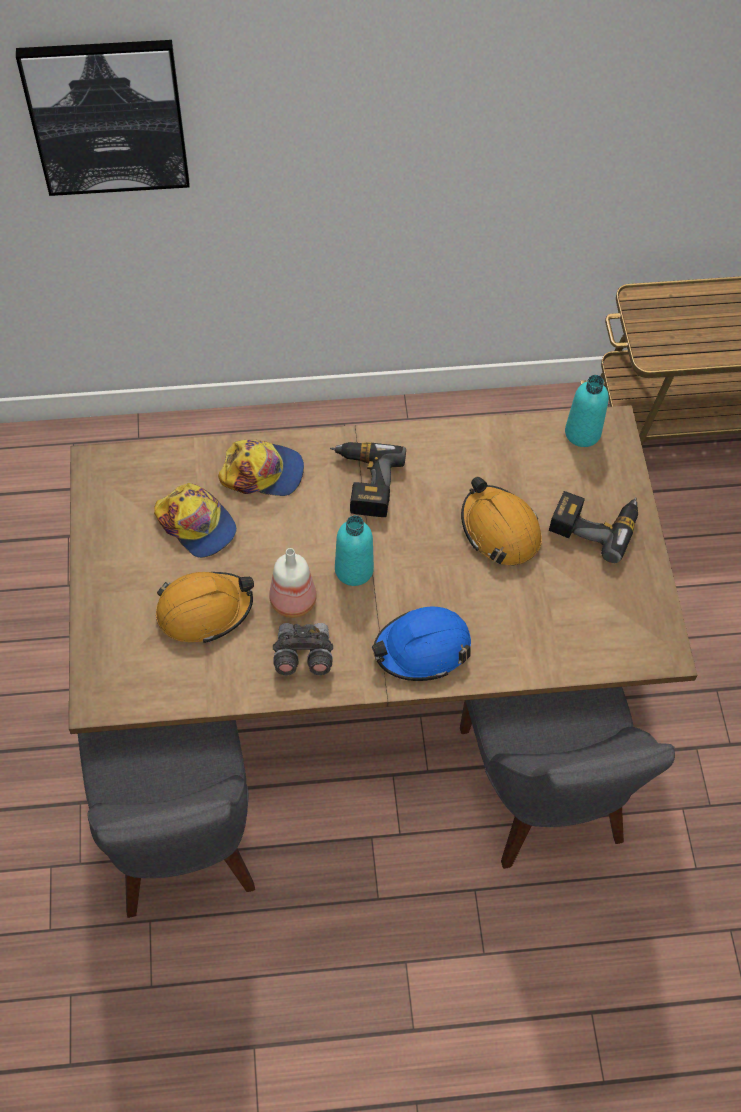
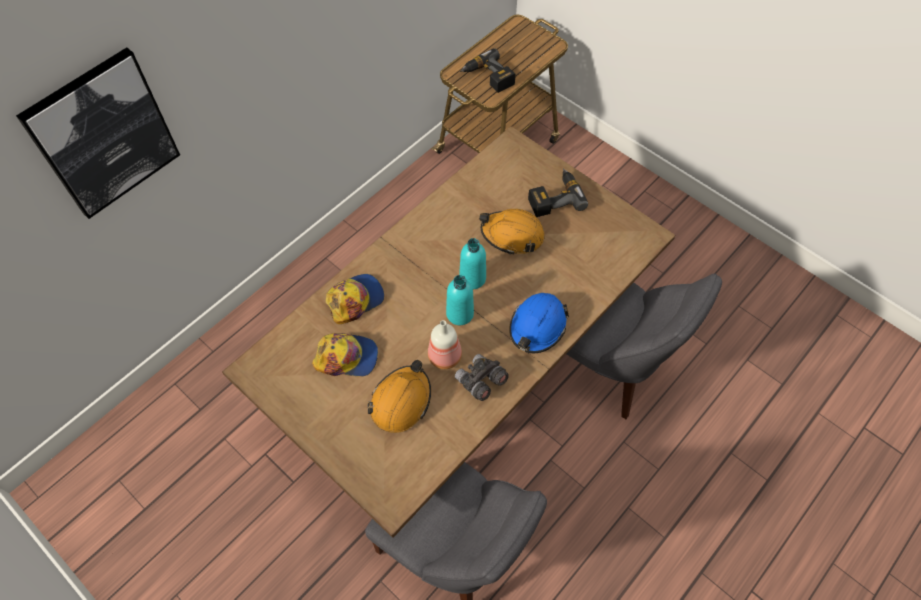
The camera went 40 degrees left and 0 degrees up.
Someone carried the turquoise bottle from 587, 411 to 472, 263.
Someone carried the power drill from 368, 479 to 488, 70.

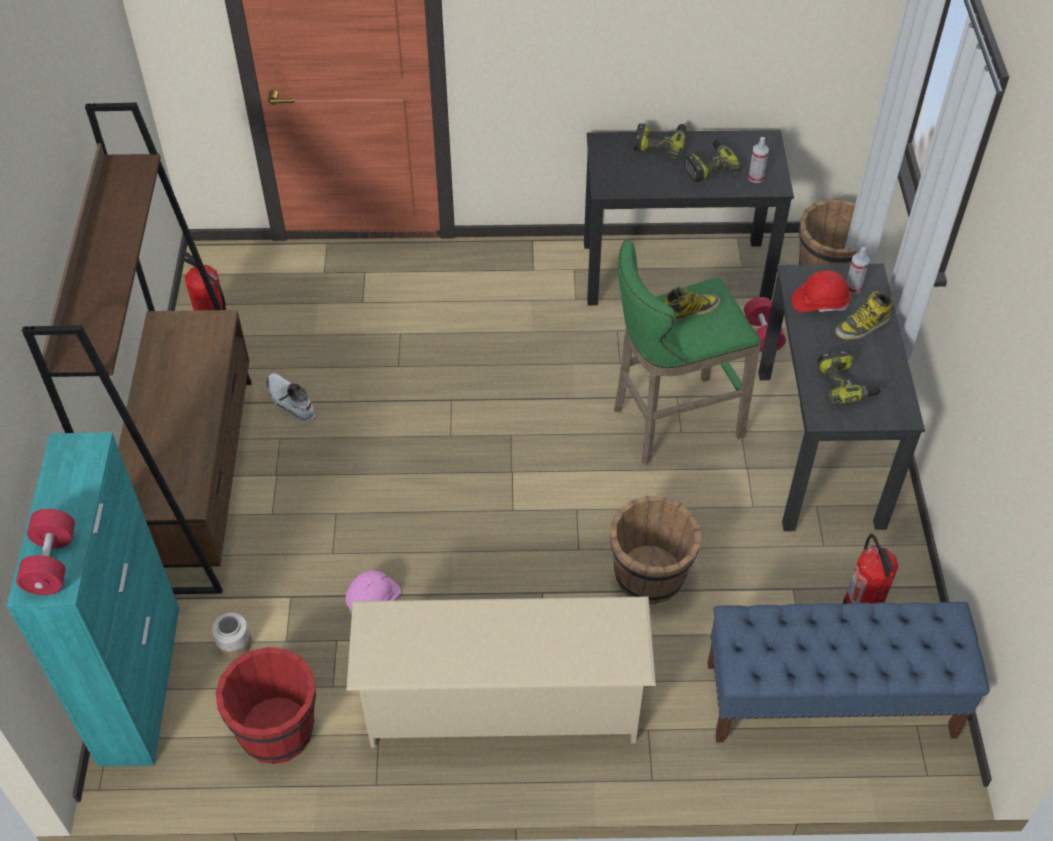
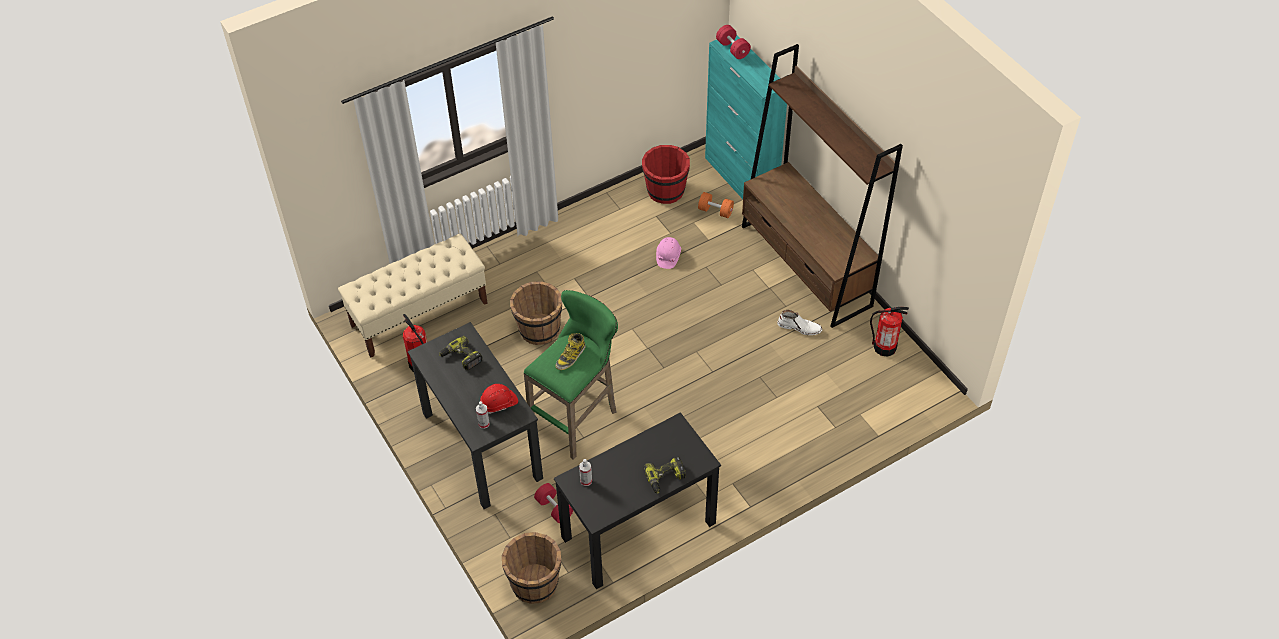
The camera went 150 degrees right and 0 degrees up.
Someone took away the power drill at 713, 160.
Someone took away the boot at 864, 315.
Someone took away the beige shoe rack at 501, 672.
Someone repainted the blue bench at 848, 672, which became the beige bench at 413, 295.
Someone swapped the jar at 232, 636 for the orange dumbbell at 716, 205.

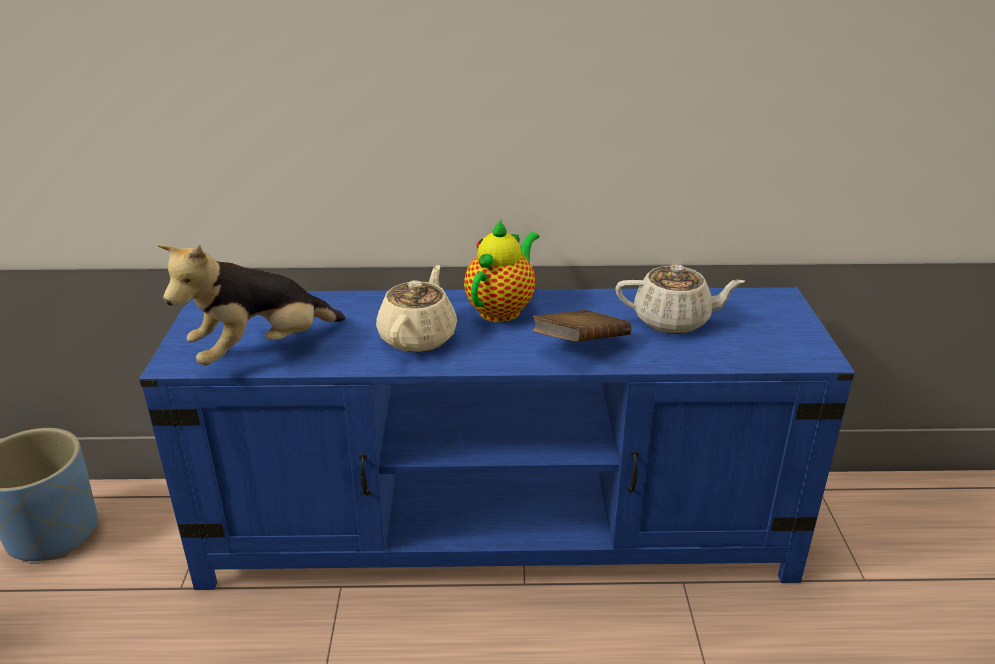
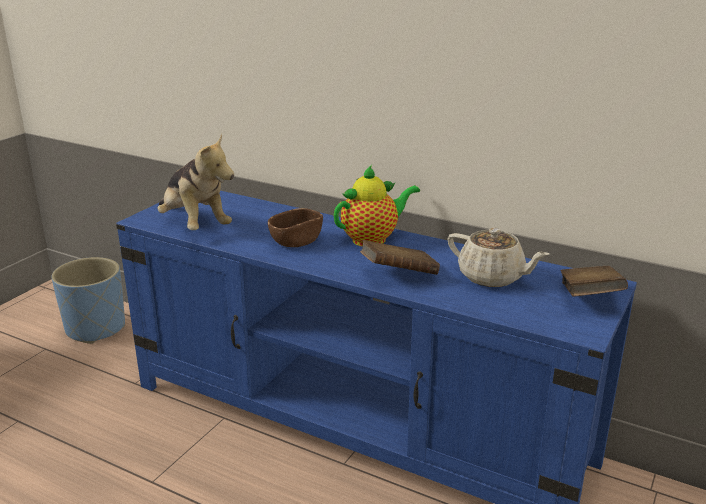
The camera went 30 degrees right and 5 degrees down.
Someone rotated the plush toy at 251, 304 by 120 degrees counterclockwise.
Someone swapped the beige teapot at 416, 308 for the brown bowl at 295, 227.
Someone put down the brown book at 594, 281.

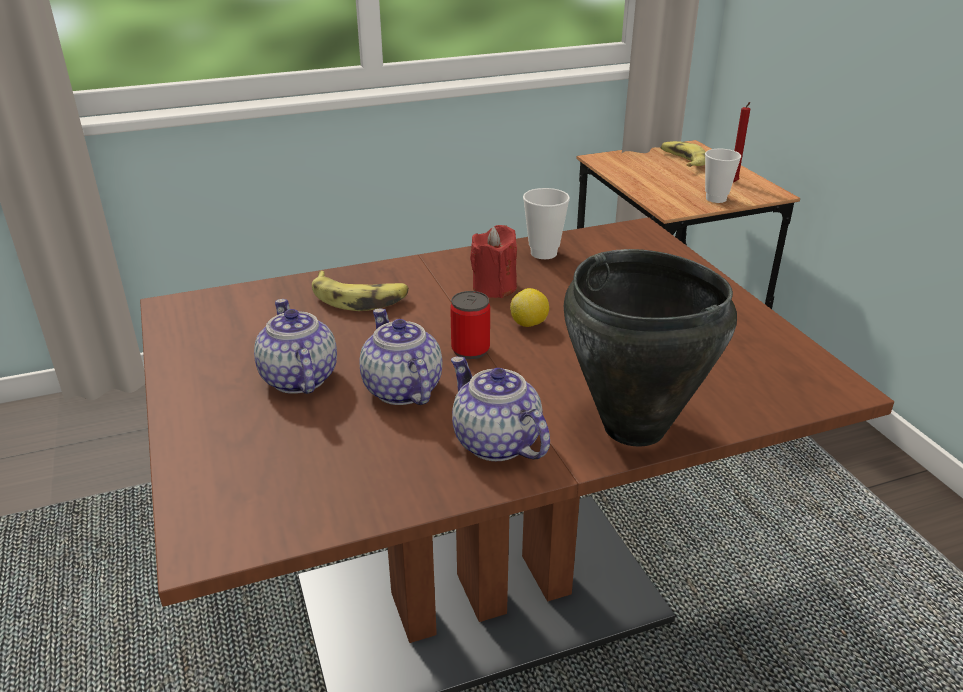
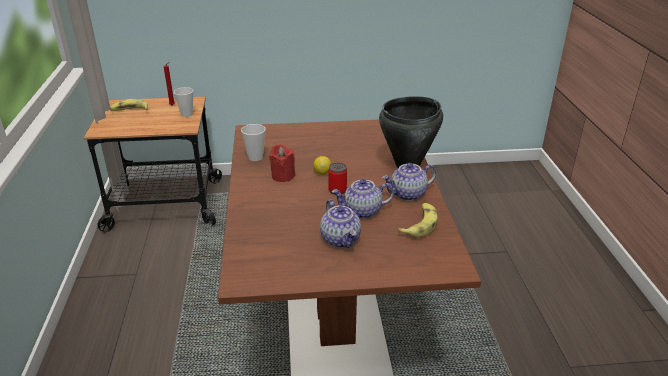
The camera went 75 degrees left and 0 degrees up.
Someone carried the banana from 360, 291 to 417, 220.
Someone rotated the teapot at 295, 346 by 105 degrees counterclockwise.

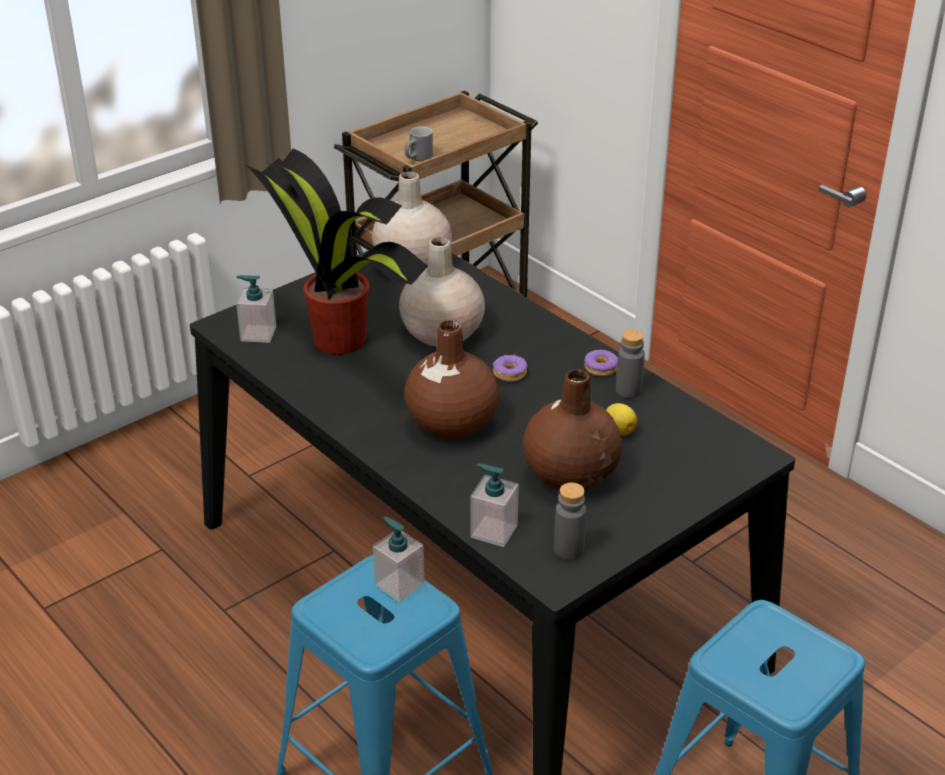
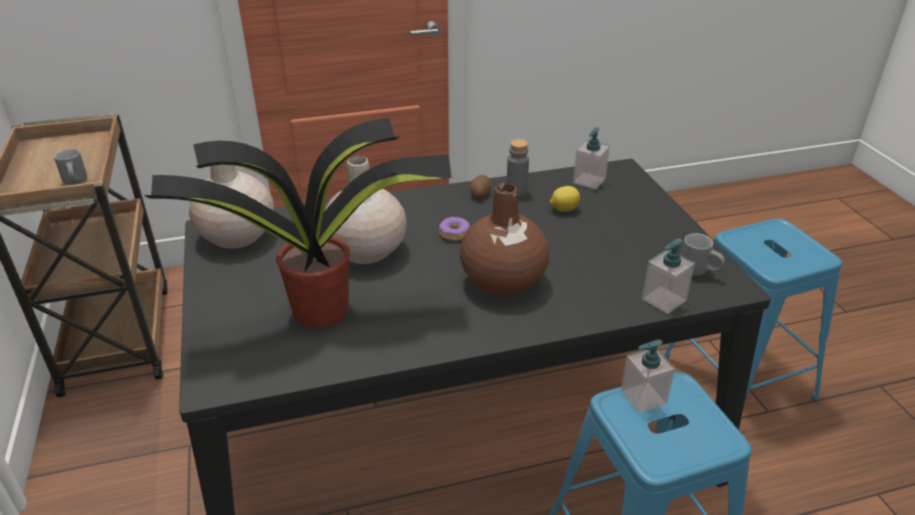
The camera went 65 degrees left and 0 degrees up.
Someone carried the soap dispenser from 256, 309 to 591, 158.
Someone swapped the donut at 601, 363 for the potato at 480, 186.
Someone took away the brown vase at 573, 429.
Someone swapped the grey bottle at 570, 521 for the grey mug at 703, 254.

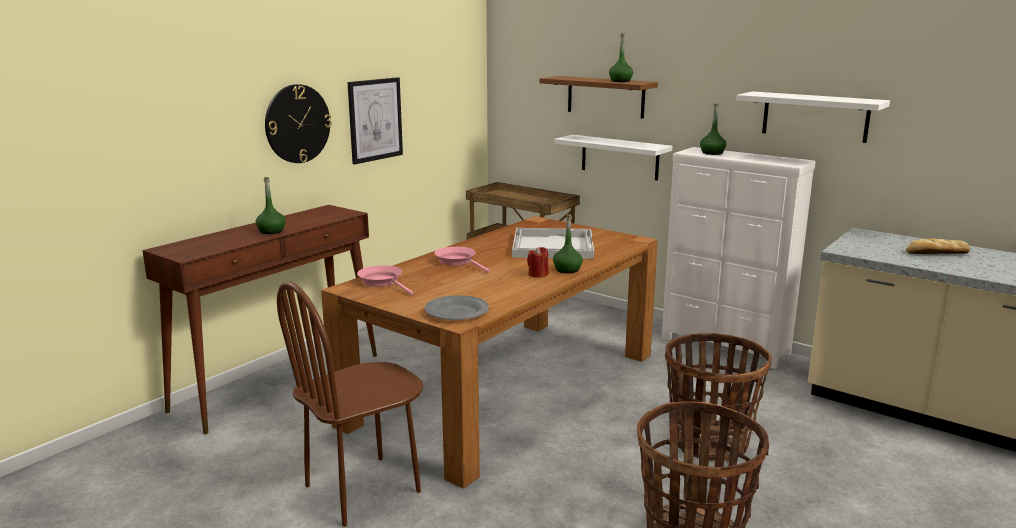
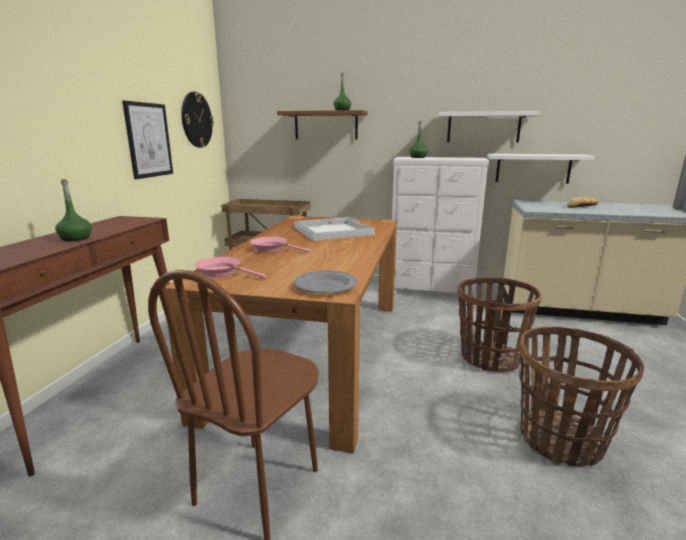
The camera went 25 degrees left and 0 degrees up.
Someone carried the wall clock from 298, 123 to 197, 120.
Someone carried the white shelf from 613, 157 to 540, 169.
Someone took away the green bottle at 568, 243.
Someone took away the red candle at 537, 262.

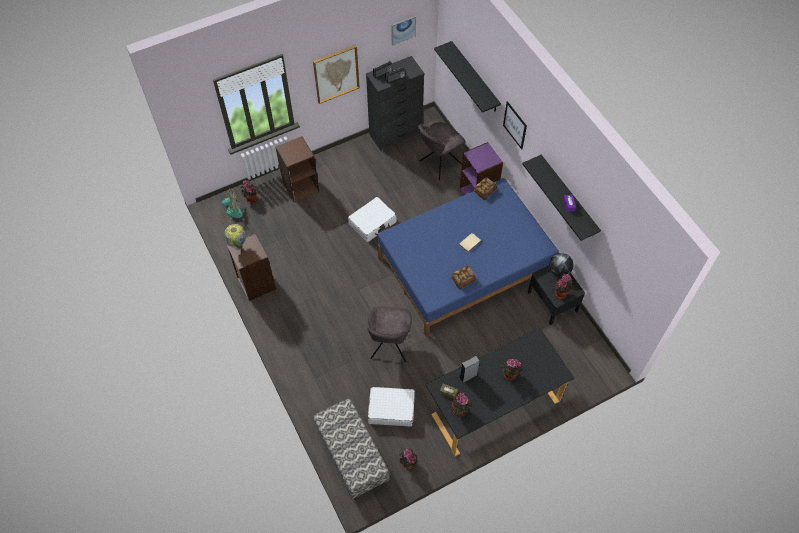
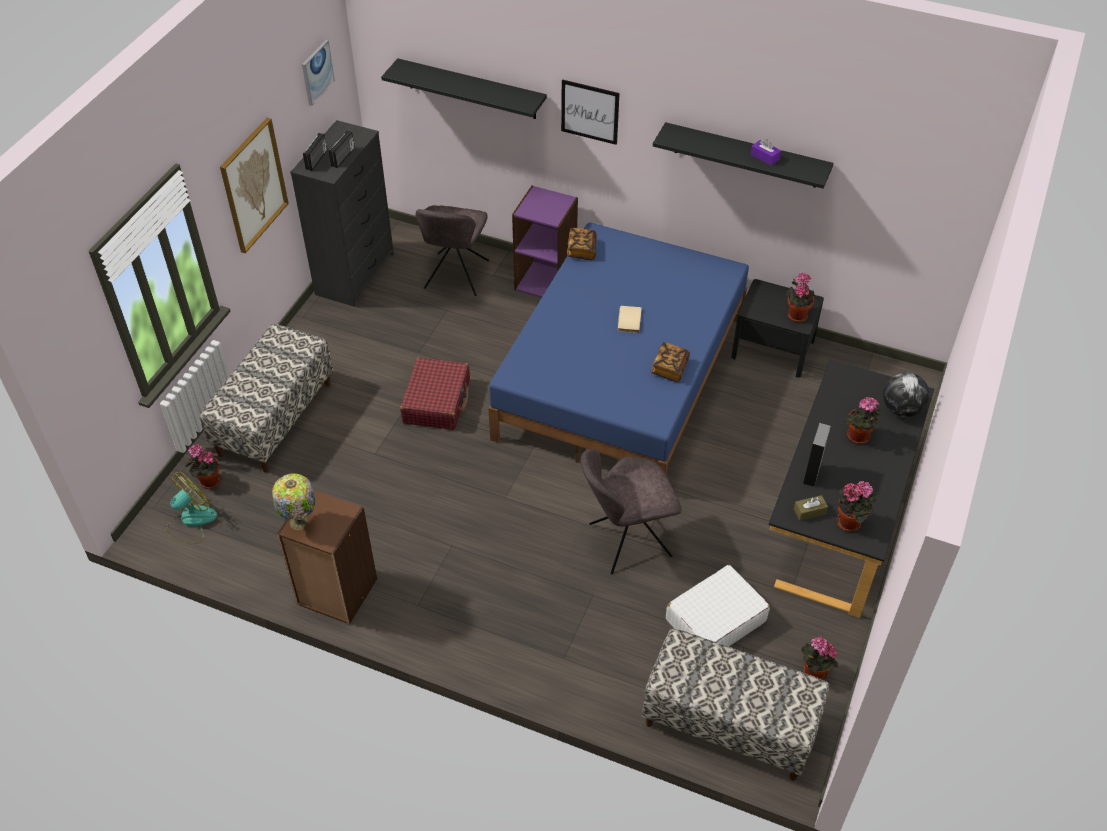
The camera went 40 degrees left and 10 degrees down.
Someone swapped the brown bookcase at 297, 169 for the bench at 266, 398.
Someone repainted the white suitcase at 372, 219, which became the red suitcase at 435, 393.
Someone carried the globe from 561, 265 to 906, 394.
Someone rotated the grey chair at 390, 334 by 105 degrees clockwise.

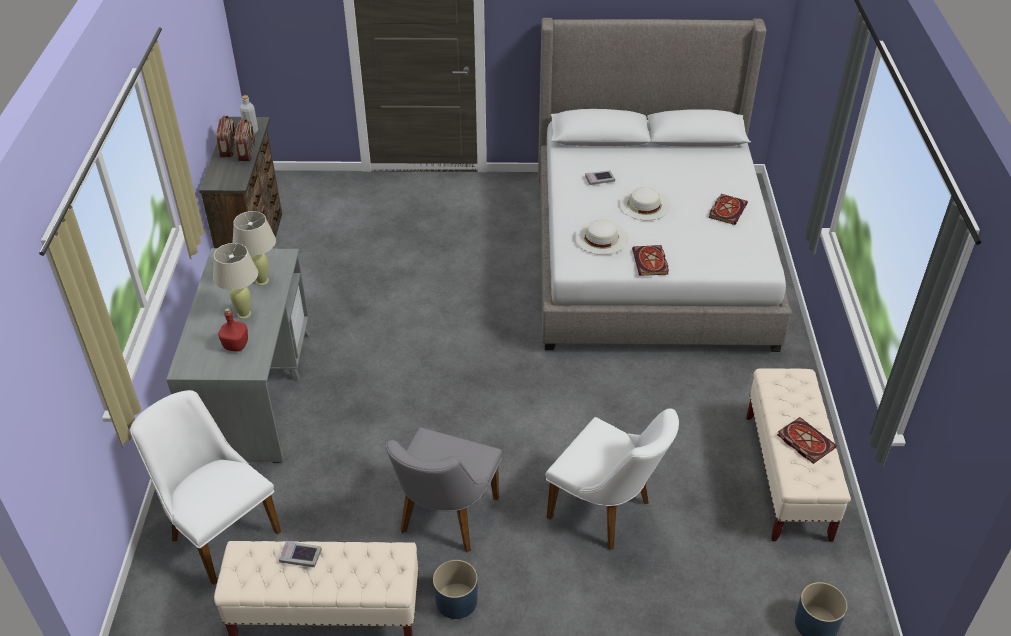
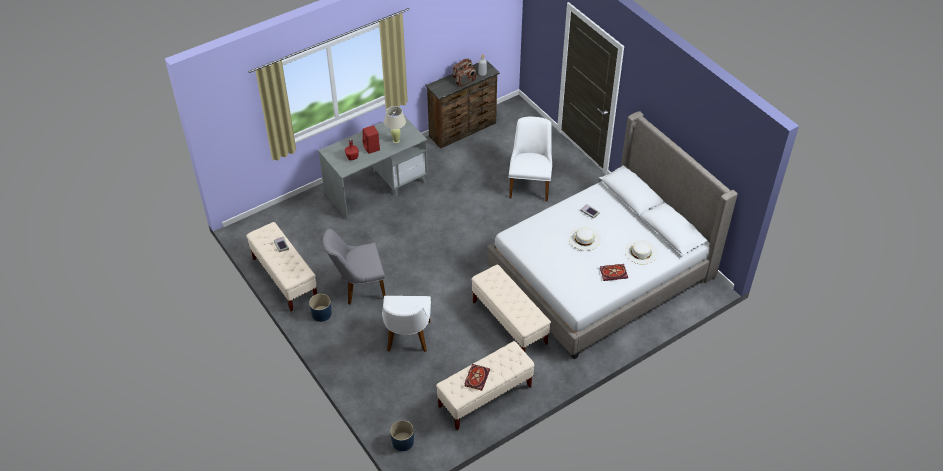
The camera went 55 degrees right and 5 degrees up.
Someone carried the white hat from 601, 237 to 641, 252.
Someone swapped the beige table lamp at 235, 281 for the red speaker at 371, 139.
Someone took away the book at 650, 260.
Someone carried the white chair from 205, 487 to 530, 159.
Someone put down the beige bench at 511, 308.

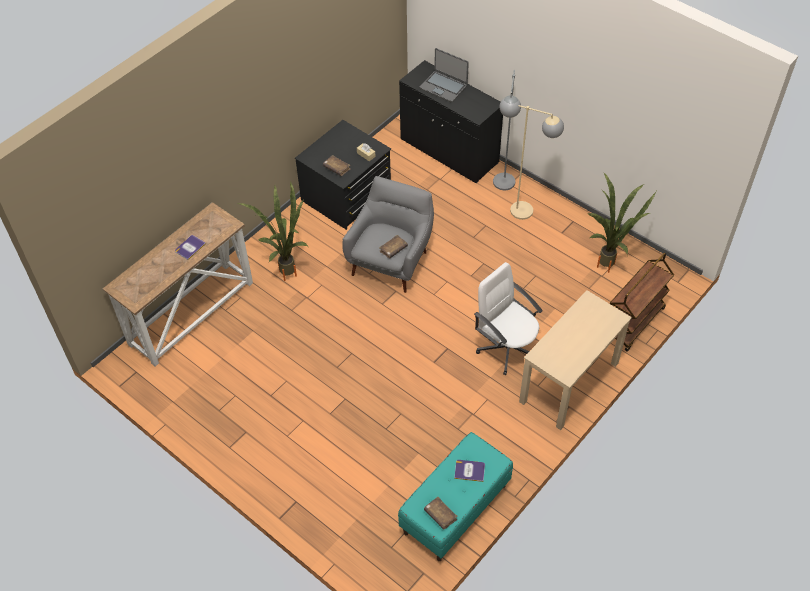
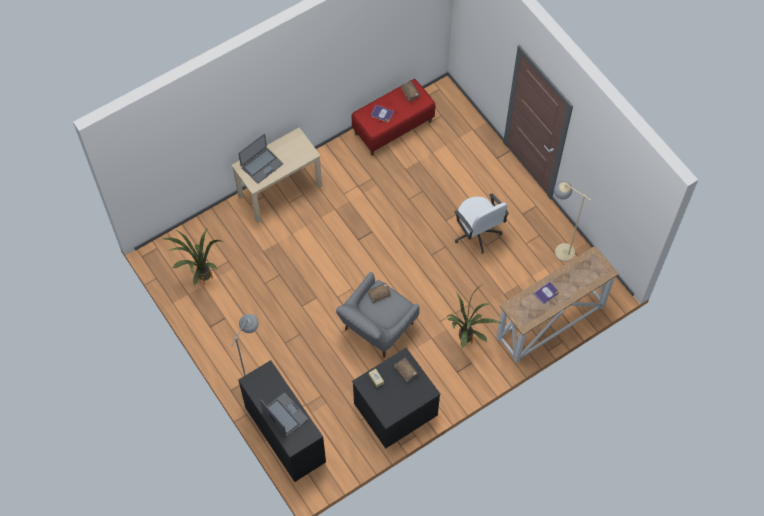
The camera went 165 degrees left and 10 degrees up.
Someone carried the beige floor lamp from 537, 162 to 572, 221.
Someone took away the brown cart at 642, 302.
Someone carried the white office chair from 508, 318 to 481, 224.
Someone repainted the turquoise bench at 455, 496, which became the red bench at 393, 117.
Someone put down the laptop at 260, 159.

